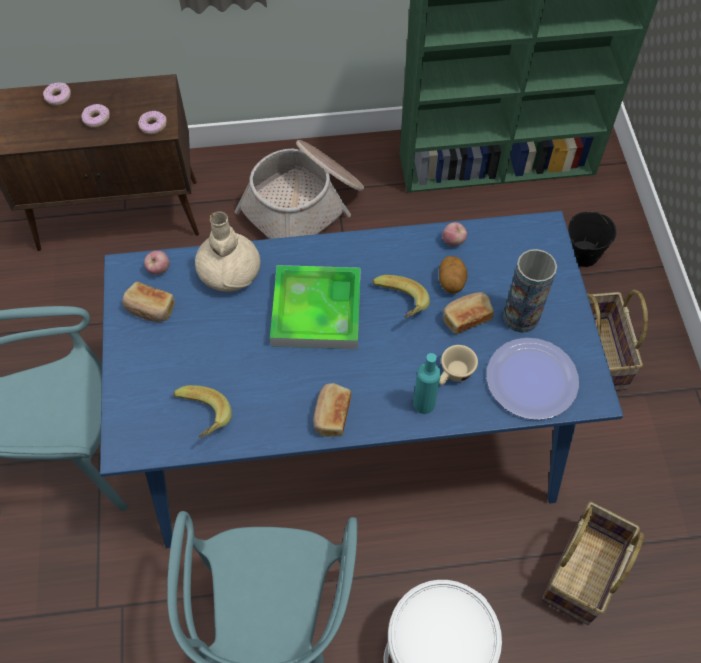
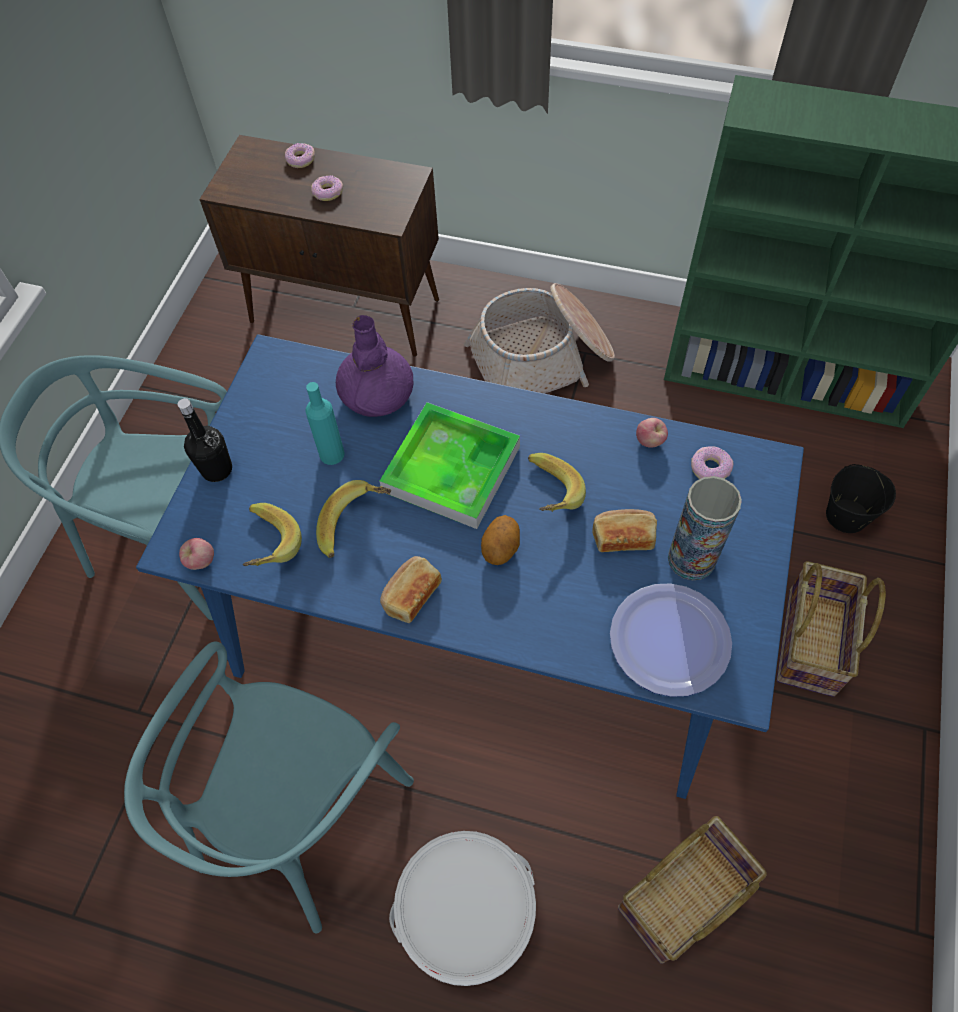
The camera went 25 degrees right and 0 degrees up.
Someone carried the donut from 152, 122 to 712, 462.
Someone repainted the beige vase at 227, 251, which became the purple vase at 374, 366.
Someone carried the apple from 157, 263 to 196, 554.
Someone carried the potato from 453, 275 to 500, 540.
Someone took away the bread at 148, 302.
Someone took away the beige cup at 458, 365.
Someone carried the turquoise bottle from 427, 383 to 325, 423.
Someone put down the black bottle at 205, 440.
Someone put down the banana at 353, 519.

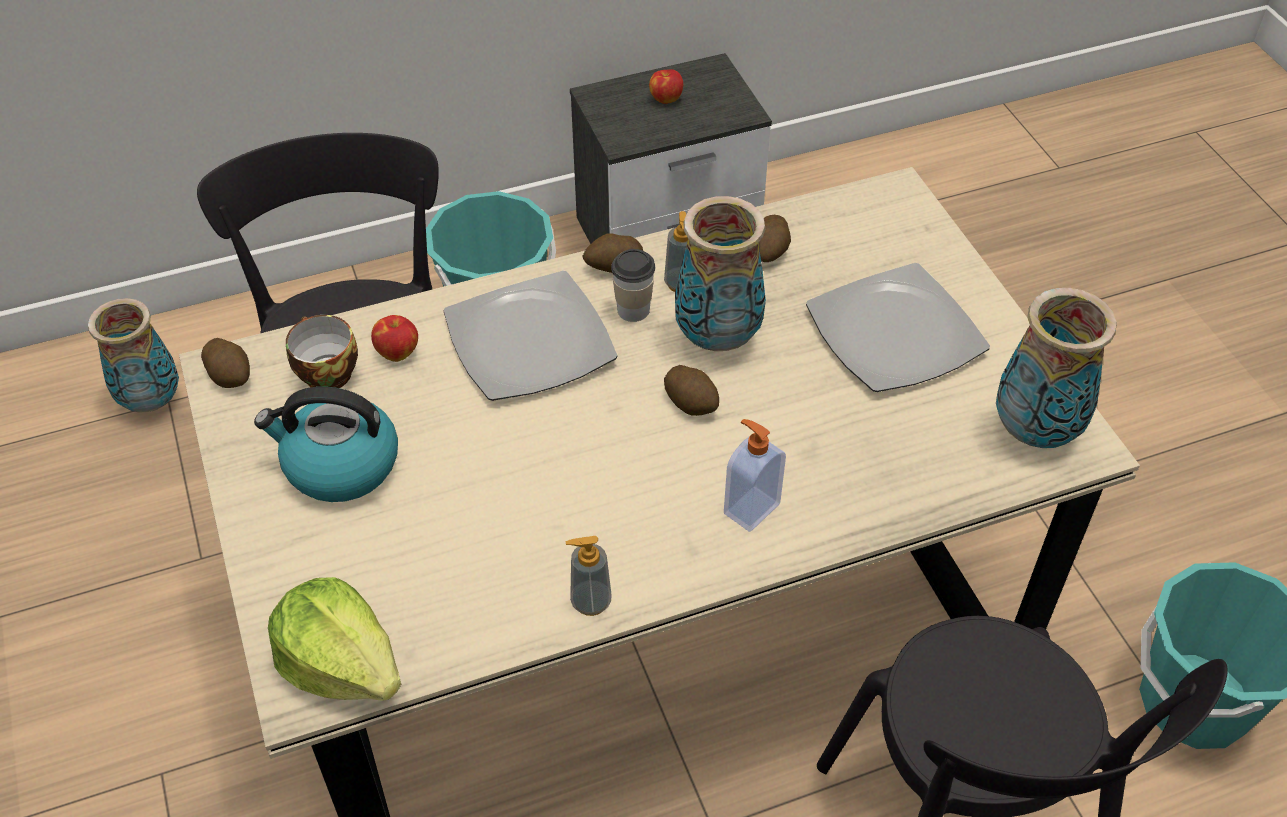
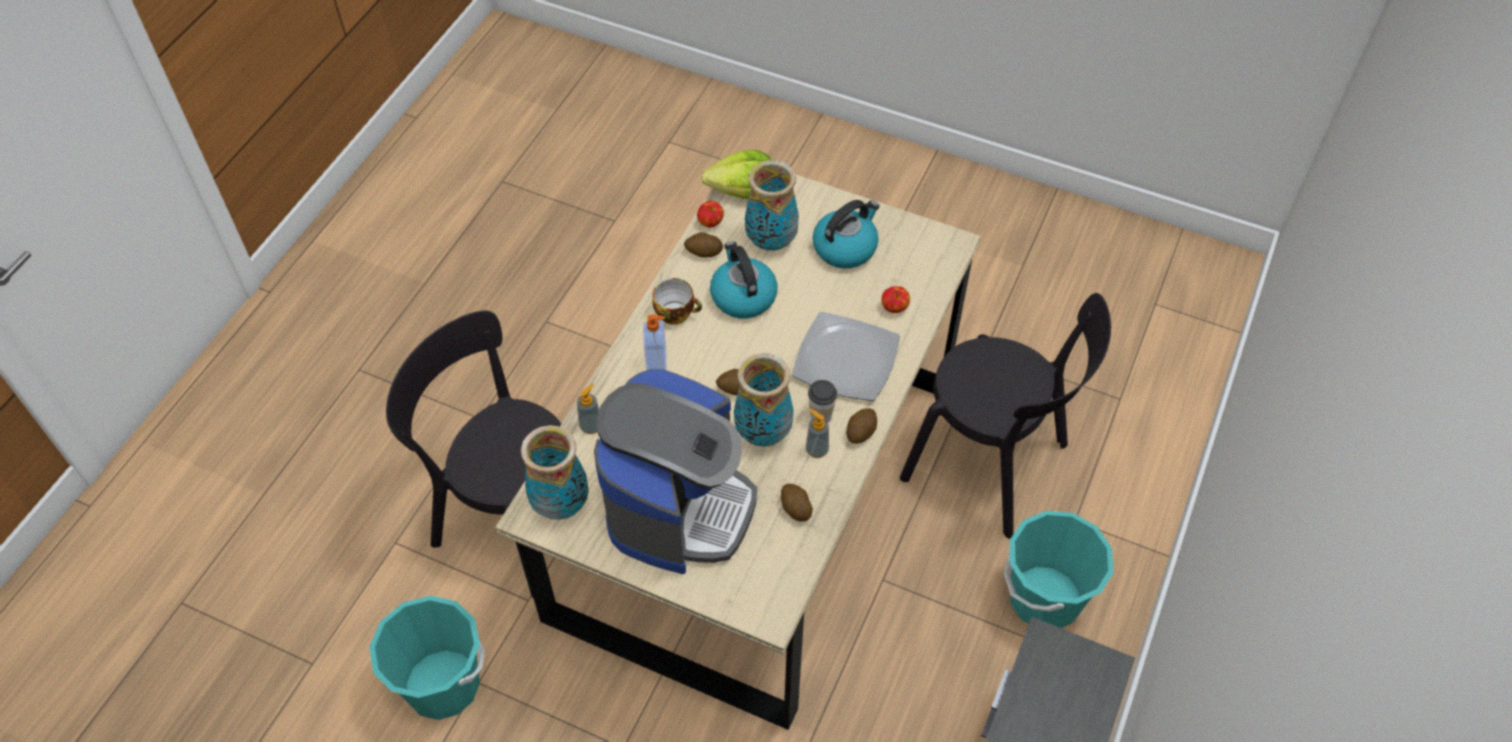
The camera went 135 degrees right and 5 degrees up.
Someone carried the apple from 666, 86 to 710, 214.
Someone swapped the plate at 898, 327 for the coffee machine at 675, 471.
Someone carried the vase from 133, 355 to 772, 205.
Someone carried the cup from 322, 351 to 677, 301.
Someone carried the potato from 225, 363 to 703, 244.
Someone carried the soap dispenser from 588, 576 to 588, 408.
Someone put down the kettle at 744, 280.

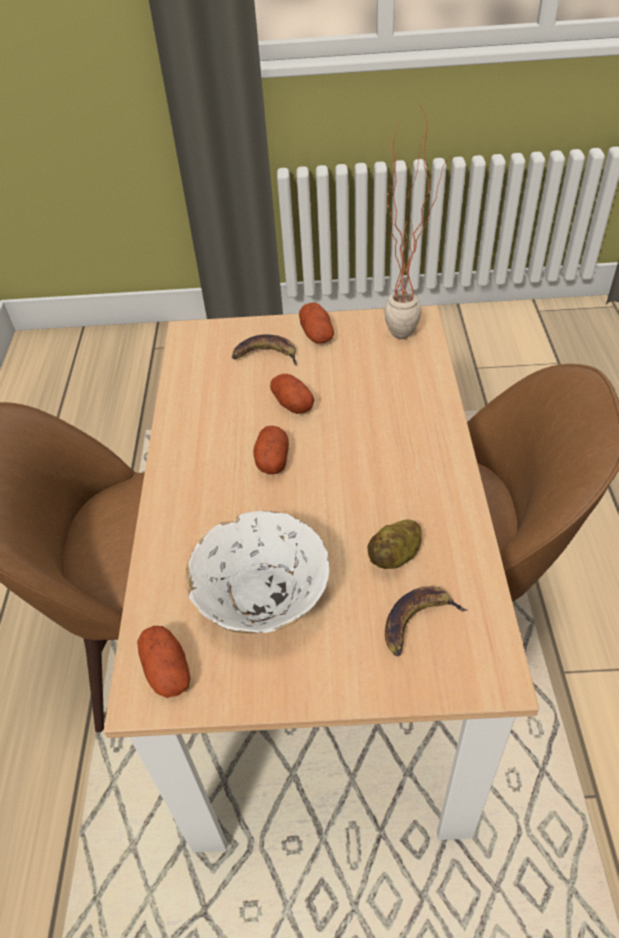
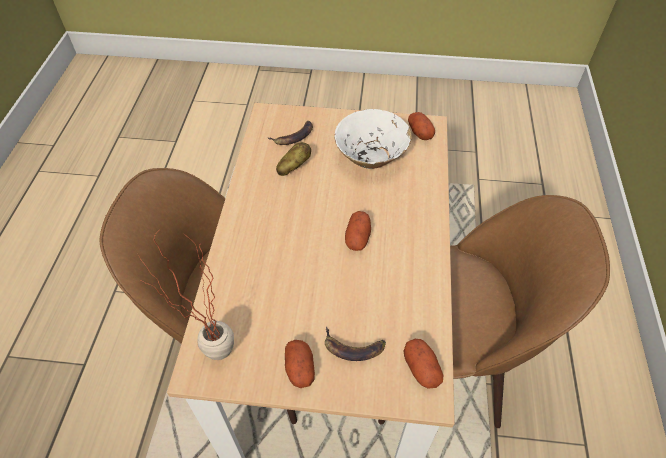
The camera went 175 degrees left and 5 degrees up.
Someone carried the potato from 292, 394 to 423, 364.

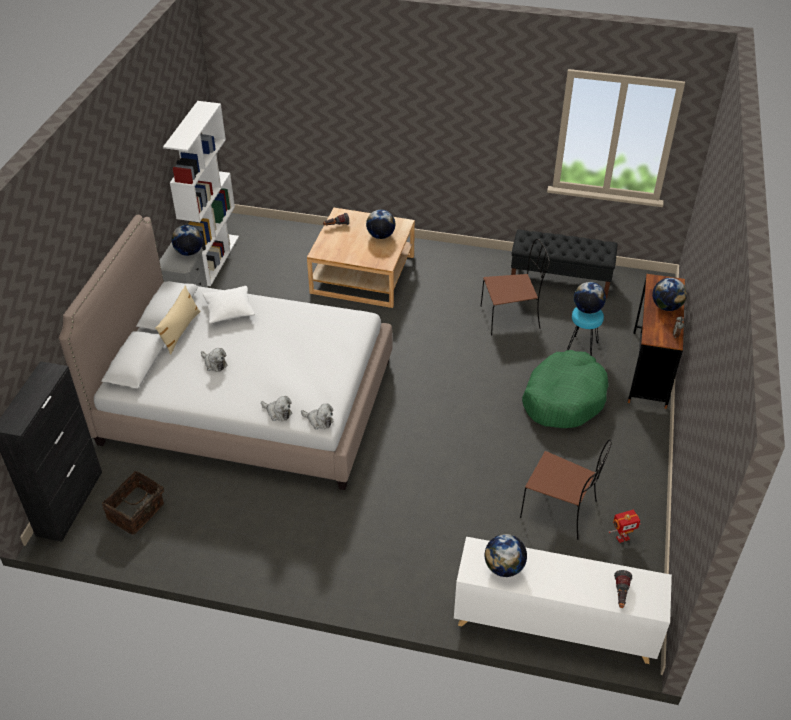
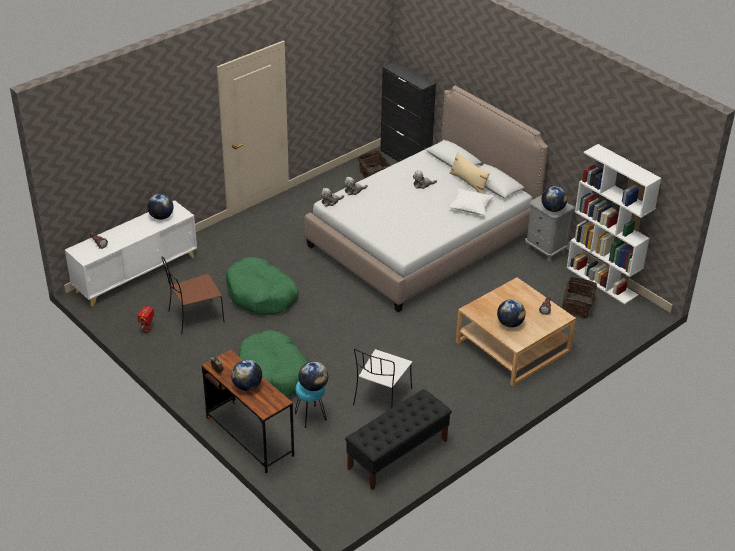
The camera went 125 degrees right and 5 degrees down.
Someone repainted the brown chair at 515, 287, which became the white chair at 382, 378.
Someone put down the green dog bed at 262, 286.
Someone put down the basket at 582, 298.

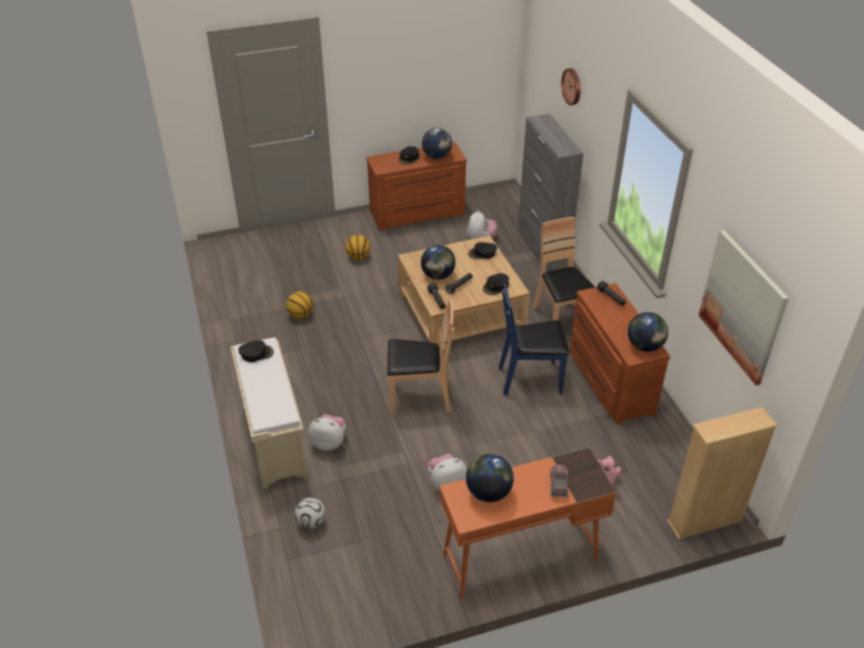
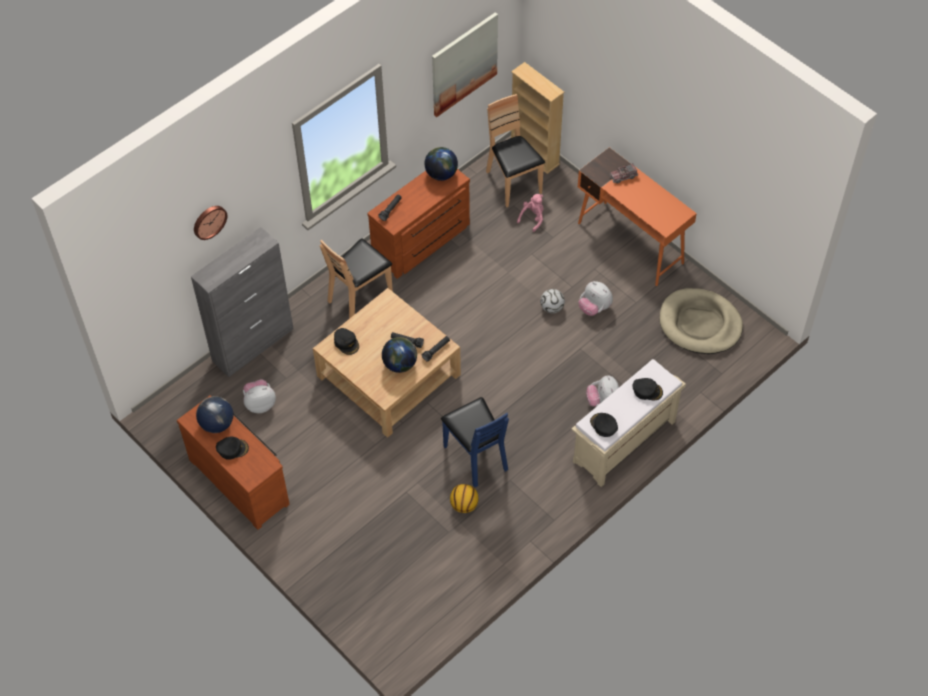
The camera went 115 degrees left and 15 degrees up.
Someone took away the basketball at 358, 247.
Someone carried the black cap from 496, 284 to 647, 389.
Someone carried the blue chair from 534, 339 to 475, 442.
Someone carried the brown chair from 421, 357 to 515, 150.
Someone took away the globe at 490, 478.
Someone carried the football from 310, 513 to 552, 301.
Someone put down the beige dog bed at 701, 321.

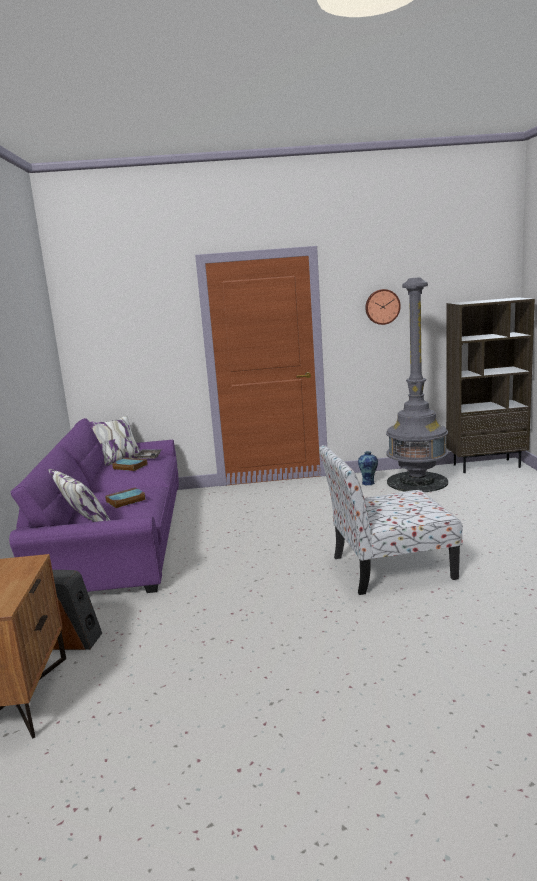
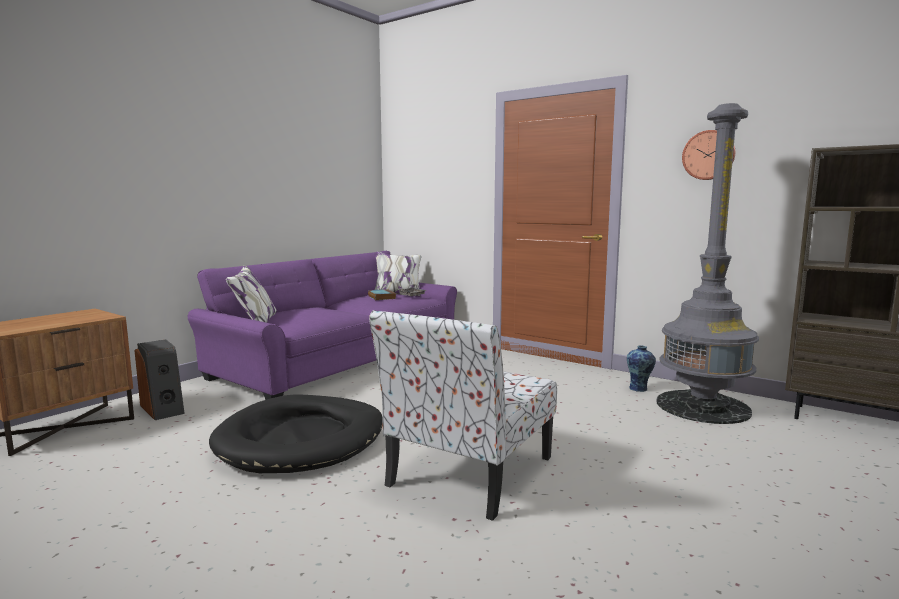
The camera went 40 degrees right and 5 degrees down.
Someone rotated the chair at 391, 520 by 90 degrees counterclockwise.
Someone took away the book at 125, 497.
Someone put down the black dog bed at 295, 433.

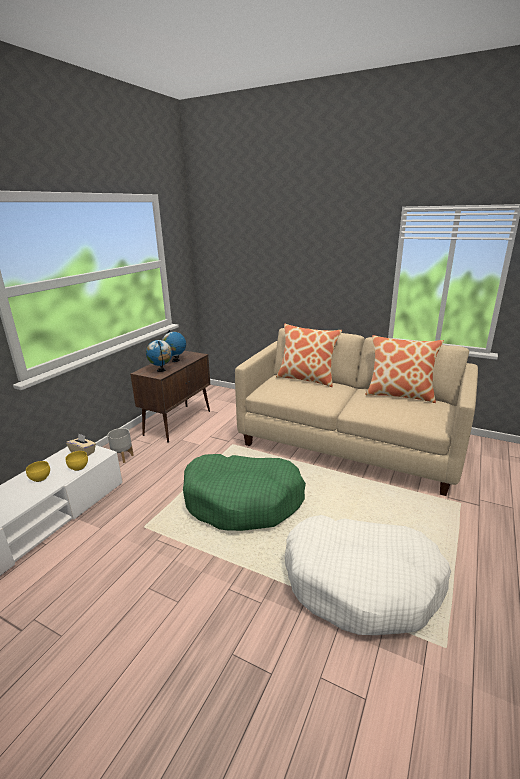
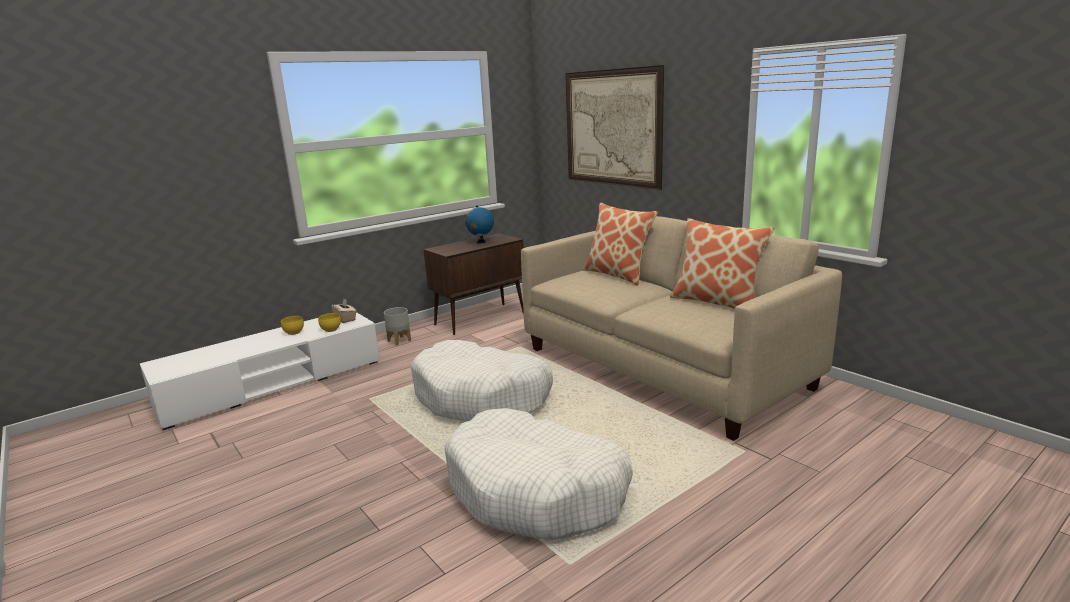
The camera went 25 degrees right and 5 degrees down.
Someone took away the globe at 159, 356.
Someone repainted the green dog bed at 244, 492, which became the white dog bed at 482, 380.
Someone put up the picture at 614, 127.

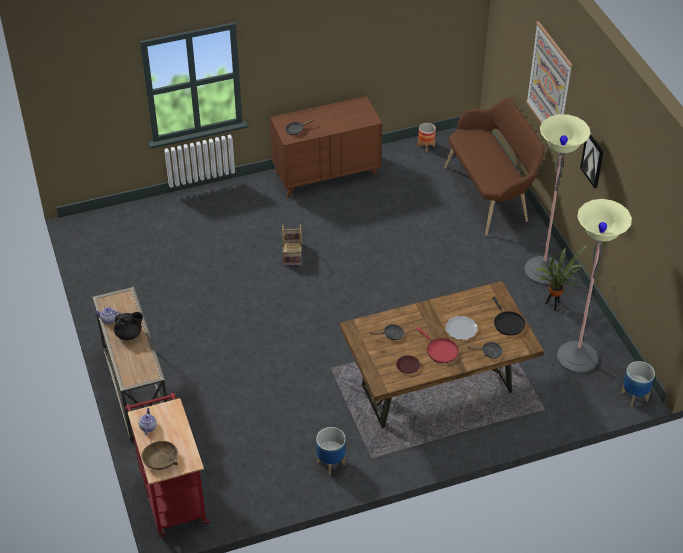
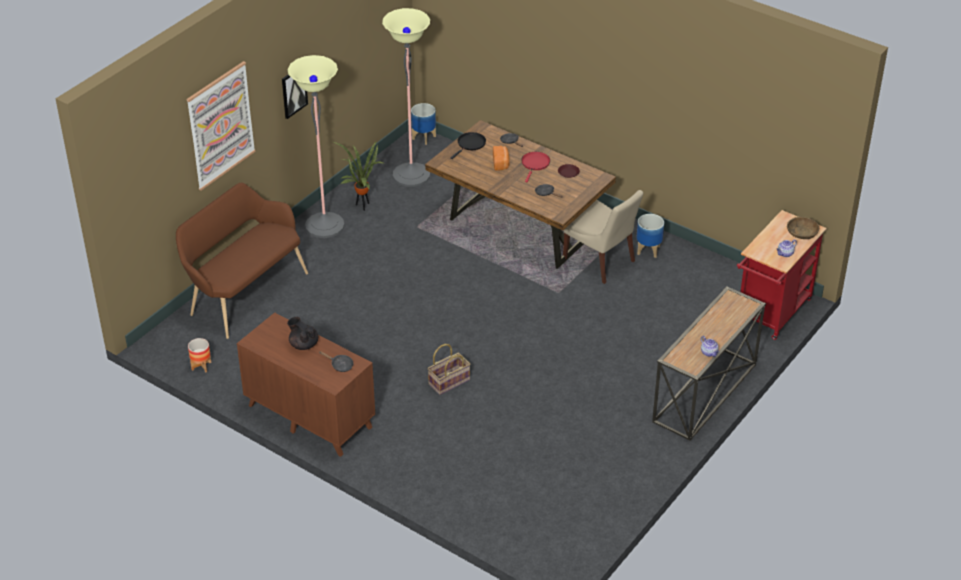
The camera went 125 degrees left and 5 degrees down.
Someone carried the black teapot from 128, 326 to 302, 333.
Someone swapped the plate at 462, 328 for the bread at 501, 158.
Someone put down the beige chair at 603, 237.

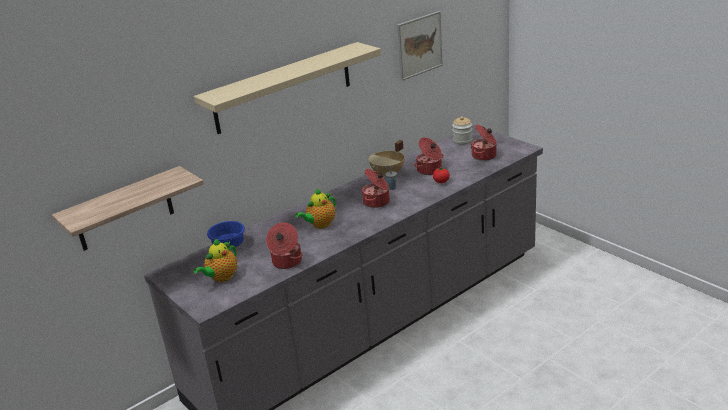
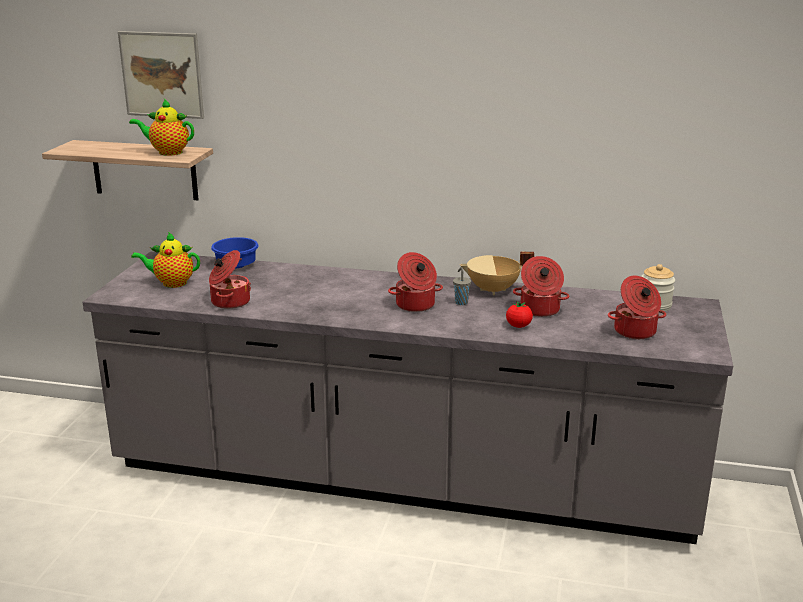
The camera went 50 degrees right and 5 degrees down.
Someone carried the picture from 420, 46 to 161, 75.
Someone took away the beige shelf at 287, 88.
Someone carried the teapot from 315, 208 to 161, 127.

